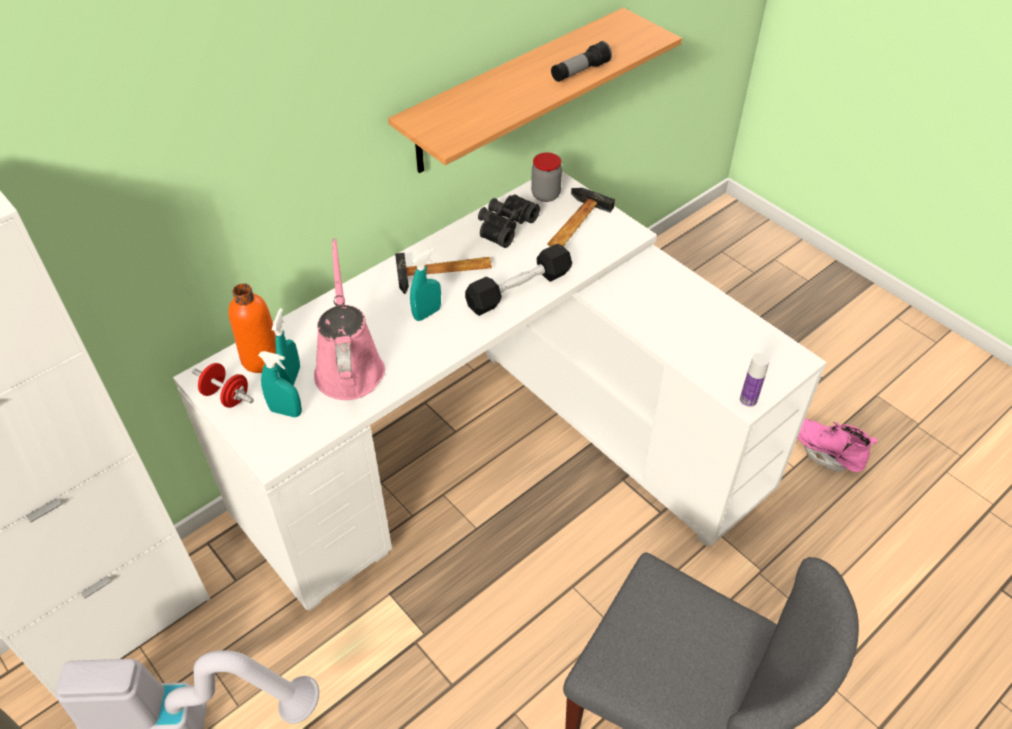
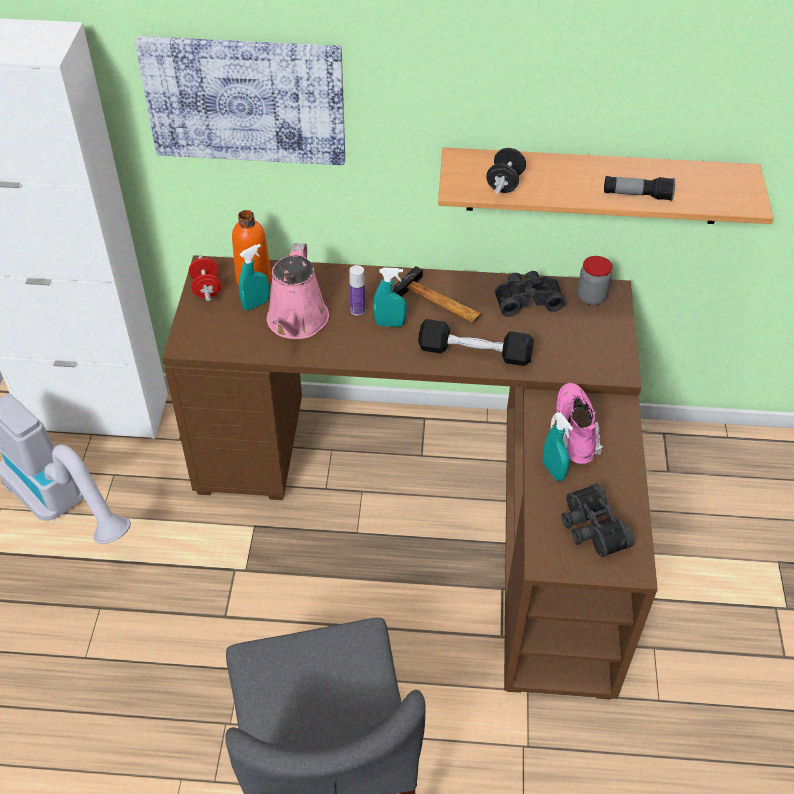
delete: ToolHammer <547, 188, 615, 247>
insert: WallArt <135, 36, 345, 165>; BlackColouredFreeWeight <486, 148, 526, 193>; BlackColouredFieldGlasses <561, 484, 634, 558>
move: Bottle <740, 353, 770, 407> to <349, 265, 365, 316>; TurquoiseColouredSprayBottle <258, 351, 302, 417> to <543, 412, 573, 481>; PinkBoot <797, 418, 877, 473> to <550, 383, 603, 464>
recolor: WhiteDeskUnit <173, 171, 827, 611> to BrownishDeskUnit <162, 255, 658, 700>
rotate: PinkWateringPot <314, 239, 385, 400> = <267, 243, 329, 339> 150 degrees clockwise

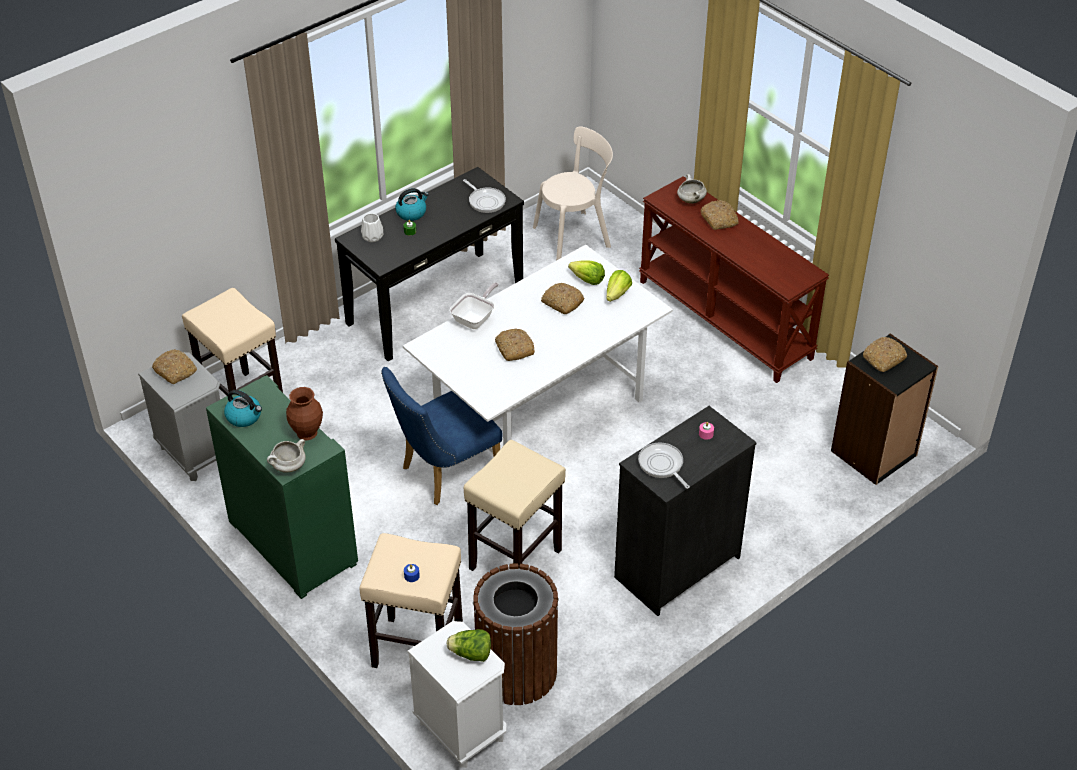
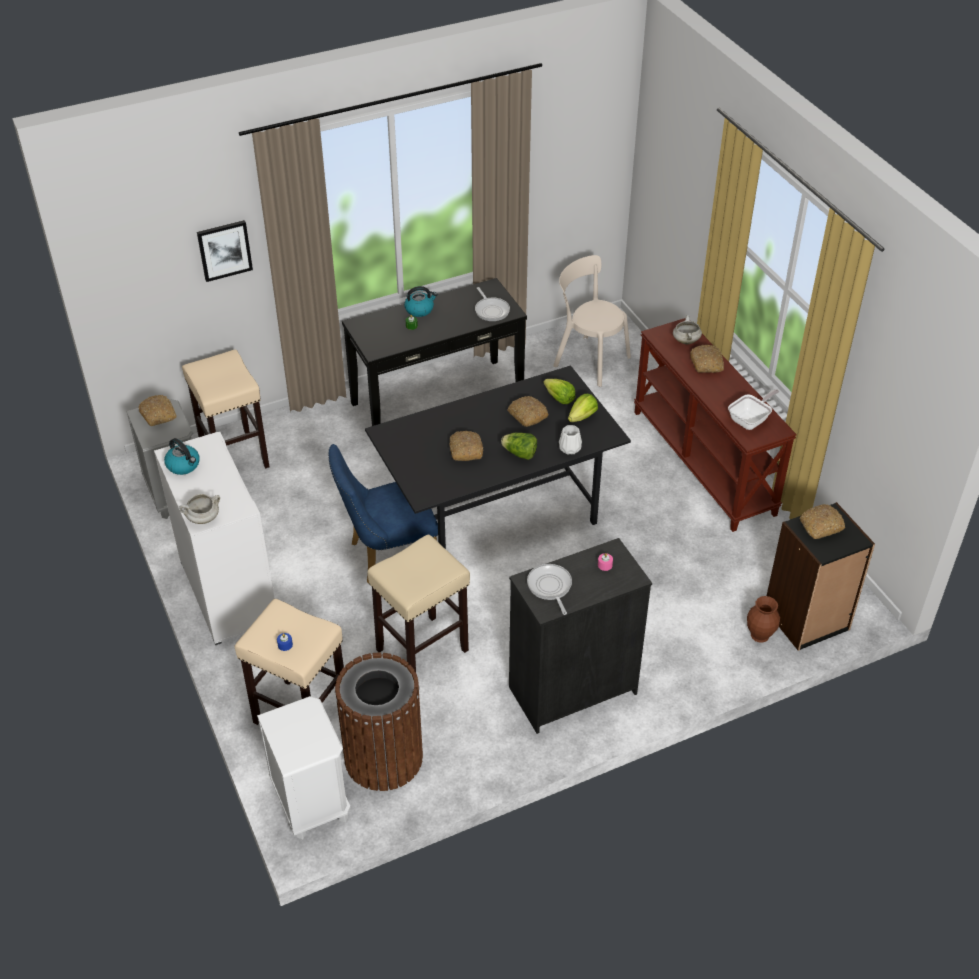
insert: WallArt <197, 220, 253, 282>
move: HeadOfLettuce <447, 629, 491, 662> to <501, 432, 537, 460>; WhiteFlowerVase <361, 213, 383, 242> to <559, 425, 582, 454>; Pan <450, 282, 499, 329> to <728, 389, 779, 430>; BrownishFlowerVase <286, 387, 323, 440> to <747, 596, 780, 643>
recolor: GreenColouredCabinet <206, 375, 358, 599> to WhiteCabinet <154, 432, 275, 645>; WhiteDinnerTable <403, 245, 673, 453> to BlackColouredDinnerTable <365, 365, 631, 549>
rotate: BeigeUprightChair <533, 126, 613, 261> = <553, 255, 631, 387> 135 degrees counterclockwise

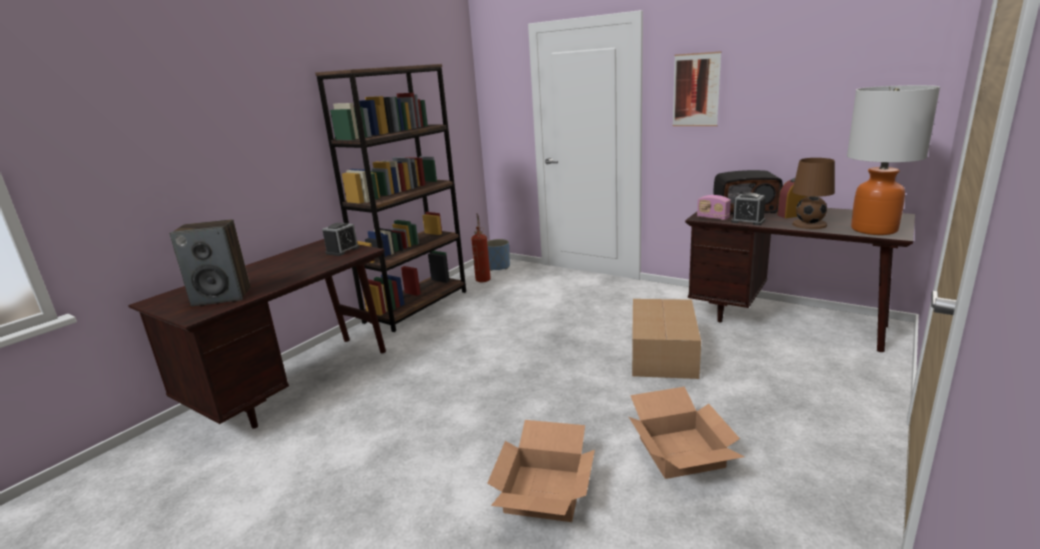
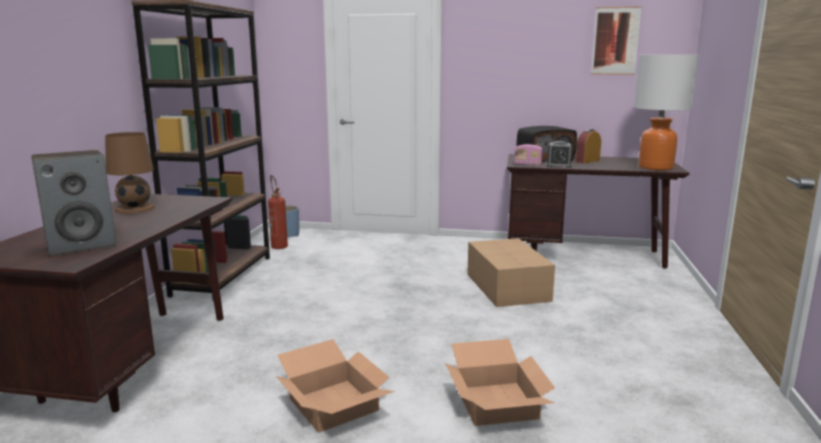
delete: TableClock <322, 223, 359, 256>
move: BrownishLampForATable <792, 158, 835, 229> to <105, 132, 155, 214>; Carton <629, 387, 744, 479> to <276, 339, 395, 433>; WallArt <673, 51, 721, 126> to <591, 6, 642, 75>

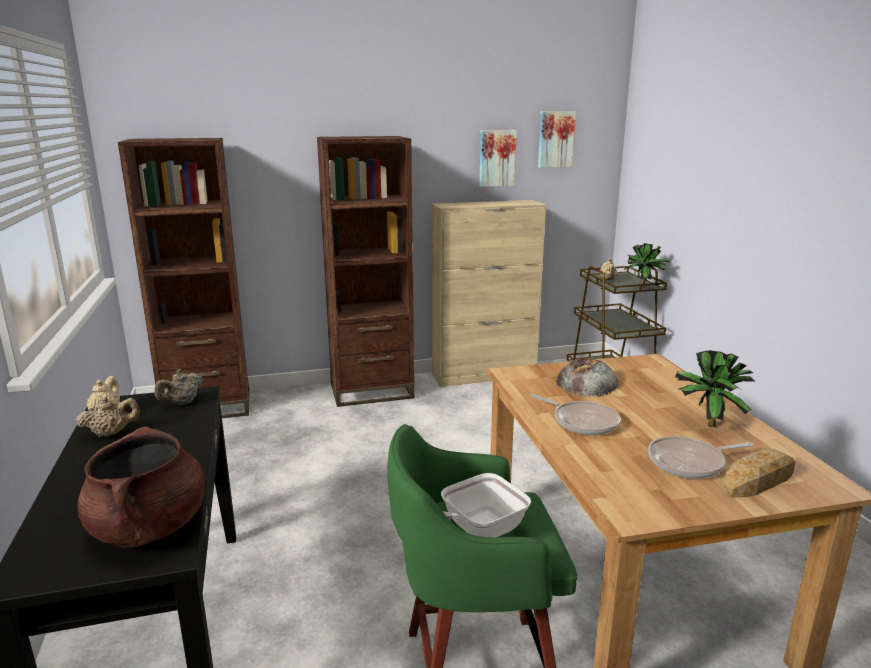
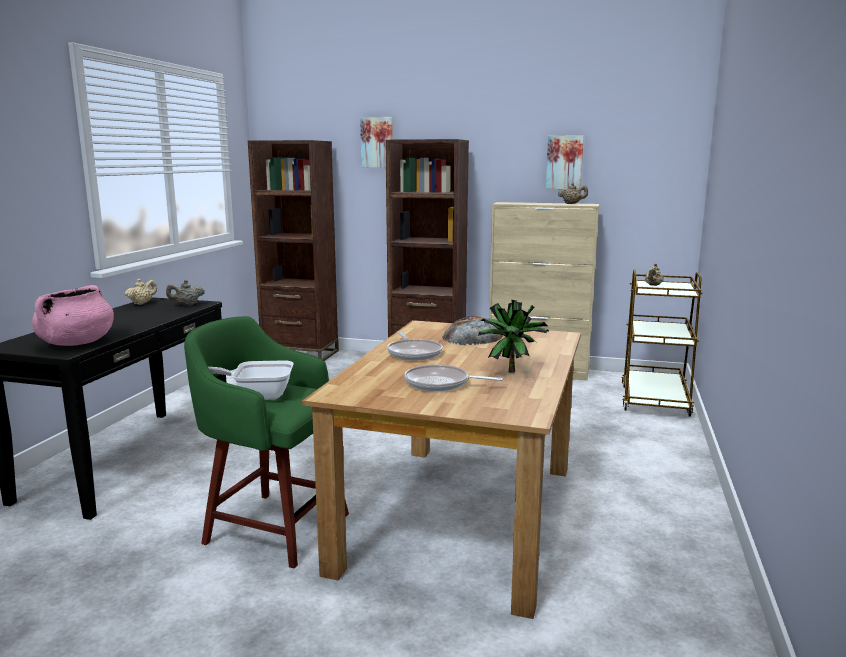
delete: Houseplant <624, 243, 670, 288>; BakeryBread <722, 448, 795, 498>
move: WallArt <538, 111, 576, 168> to <360, 117, 393, 168>; BeigeTeaPot <76, 396, 140, 437> to <558, 183, 588, 204>
recolor: BrownishCookingPot <78, 427, 205, 548> to PinkCookingPot <32, 285, 114, 346>

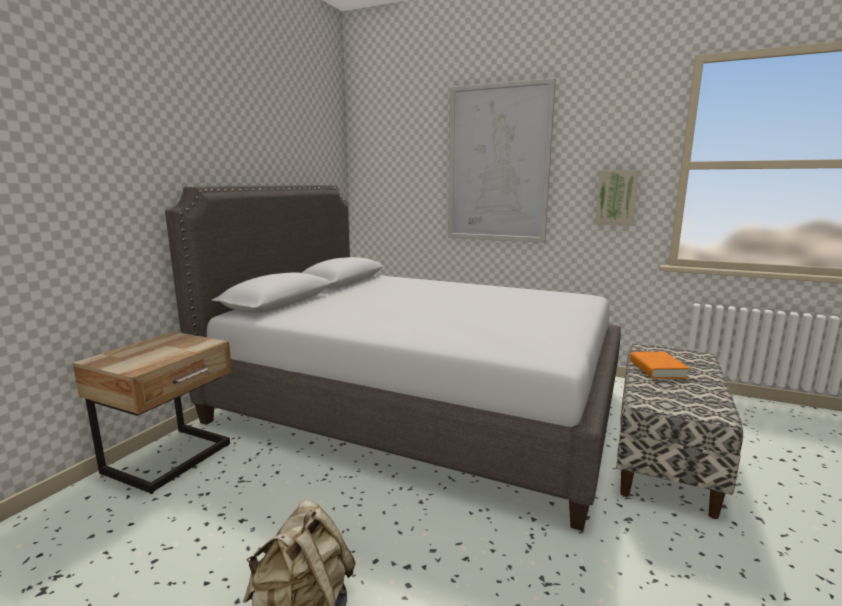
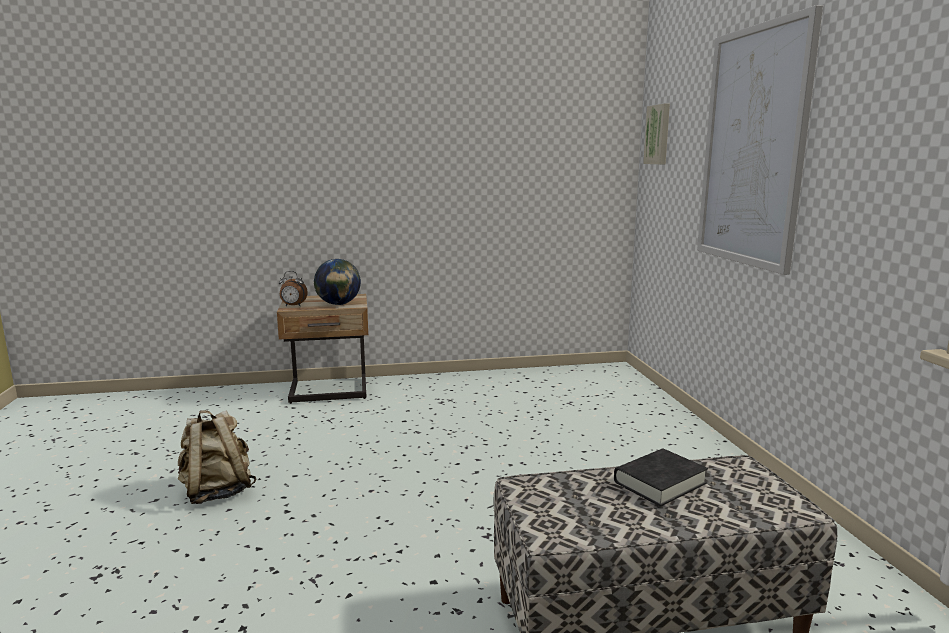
delete: GrayBed <165, 185, 621, 531>
insert: TableClock <279, 271, 308, 306>; DeskGlobe <314, 259, 361, 305>
move: WallArt <595, 171, 639, 226> to <643, 104, 670, 164>
recolor: OrangeyVolume <630, 352, 690, 379> to BlackColouredVolume <614, 449, 708, 507>

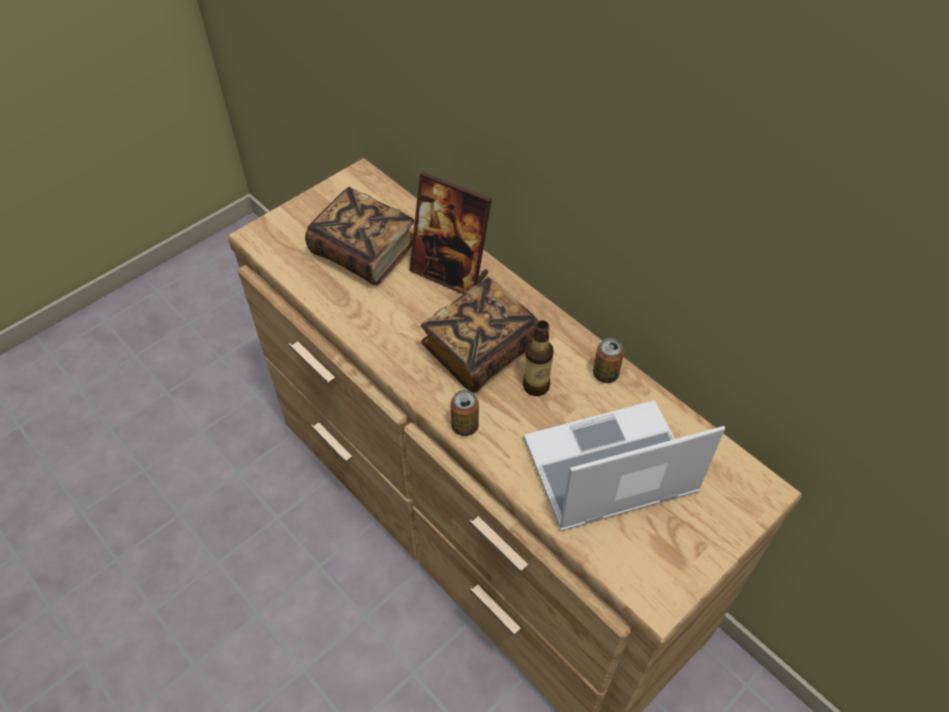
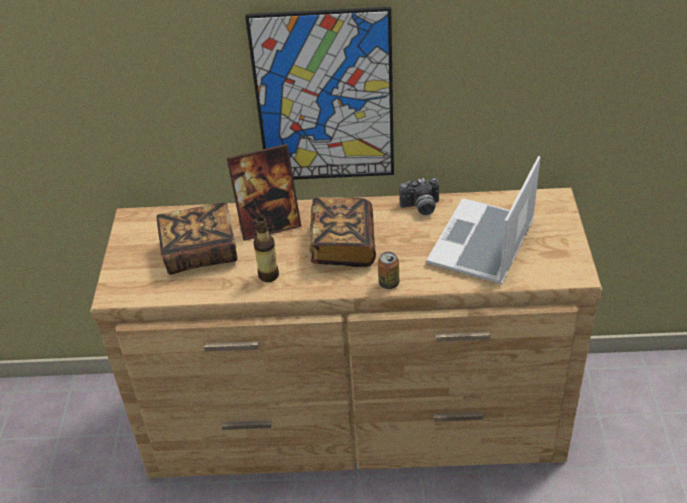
insert: WallArt <245, 7, 394, 180>
move: Bottle <523, 320, 554, 396> to <253, 217, 279, 282>
replace: SealedCan <593, 338, 624, 383> to StillCamera <399, 178, 439, 215>

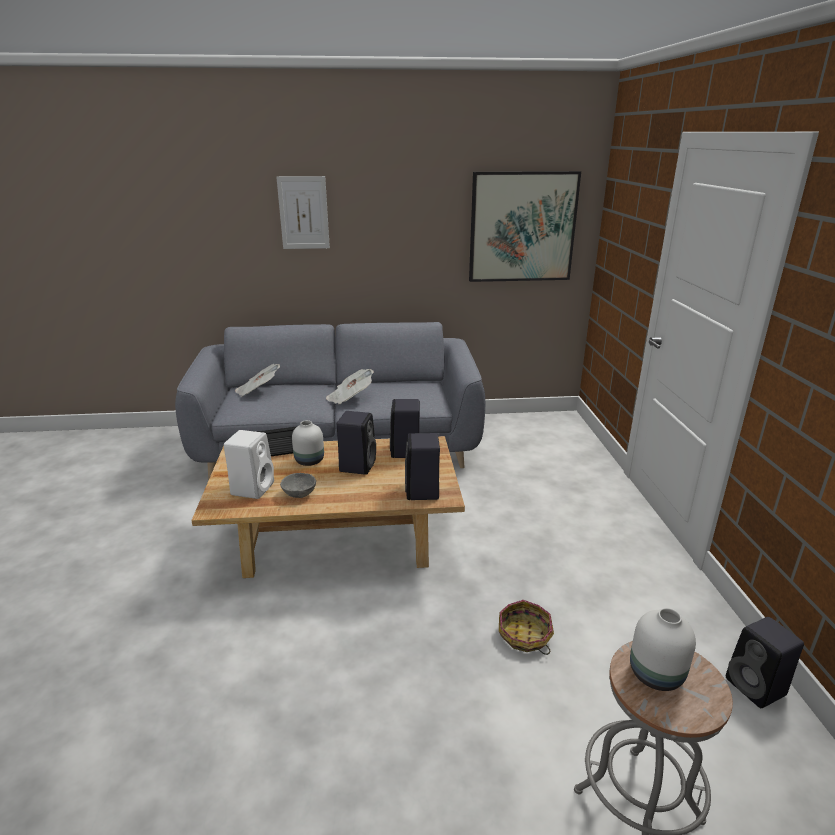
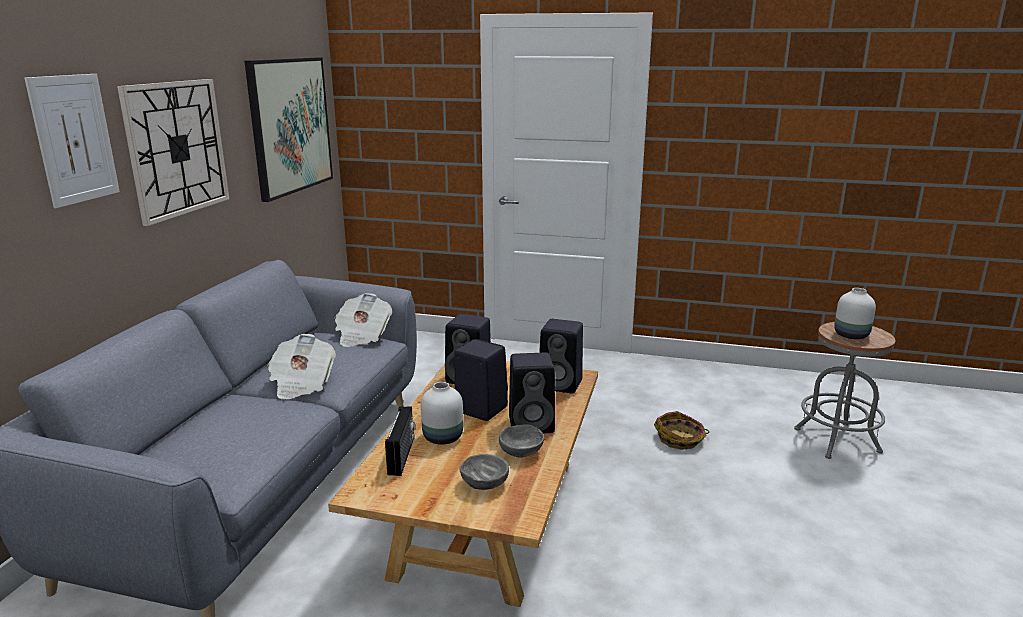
insert: WallClock <117, 79, 230, 226>
move: PrintedPaper <235, 364, 280, 397> to <334, 293, 392, 347>; BlackColouredSpeaker <726, 617, 804, 708> to <509, 353, 555, 433>
replace: WhiteSpeaker <224, 430, 274, 499> to GrayServingBowl <460, 454, 509, 490>

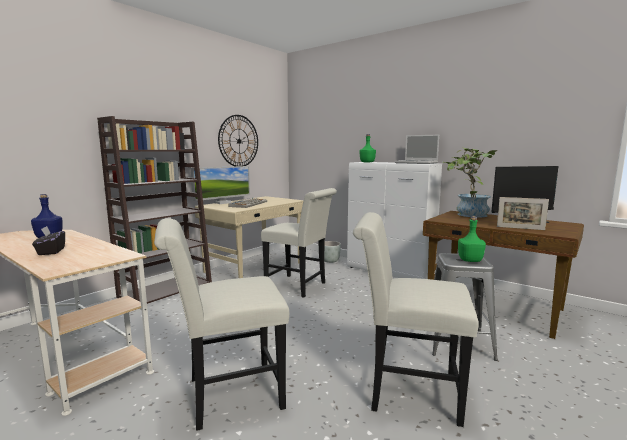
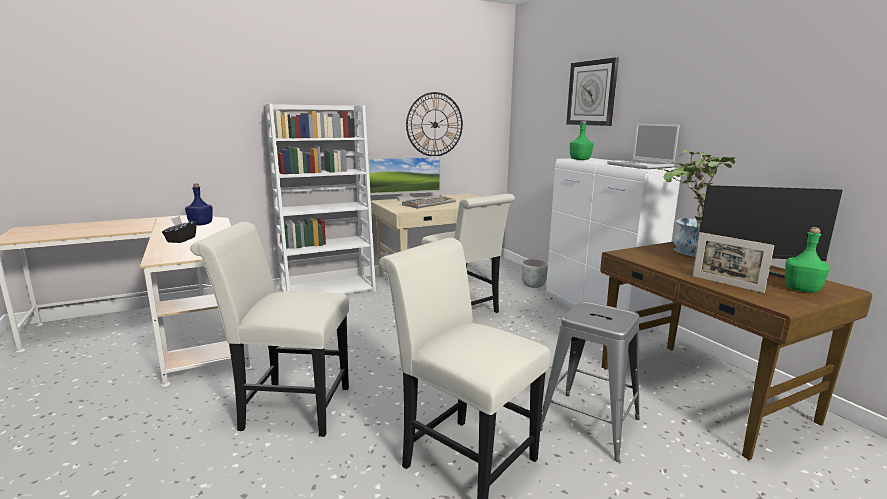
insert: WallClock <566, 57, 619, 126>
move: GreenColouredBottle <458, 216, 486, 262> to <785, 227, 830, 293>
recolor: BrownishShelvingUnit <97, 116, 212, 304> to WhiteShelvingUnit <265, 104, 376, 294>

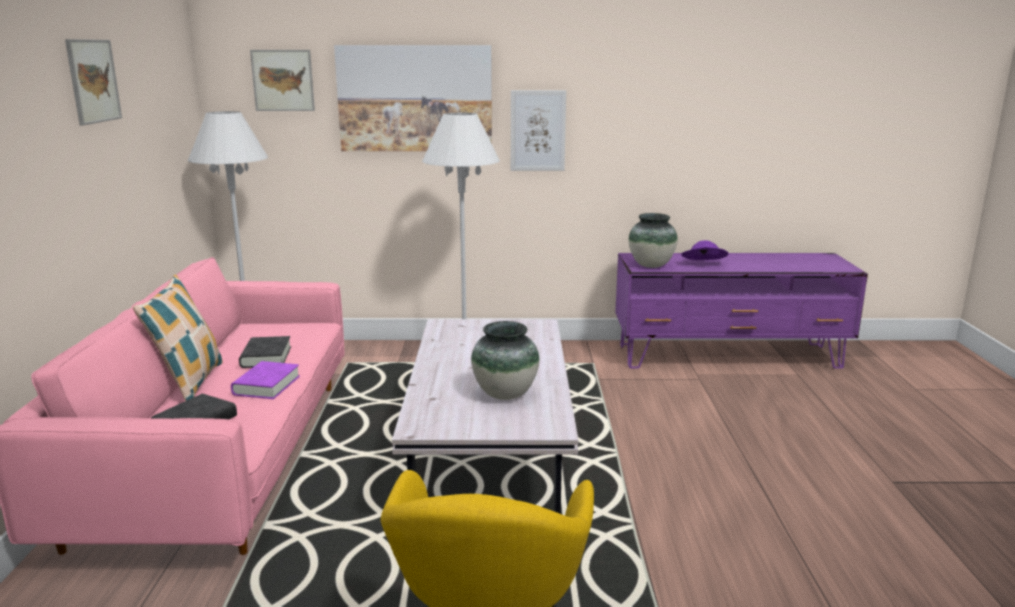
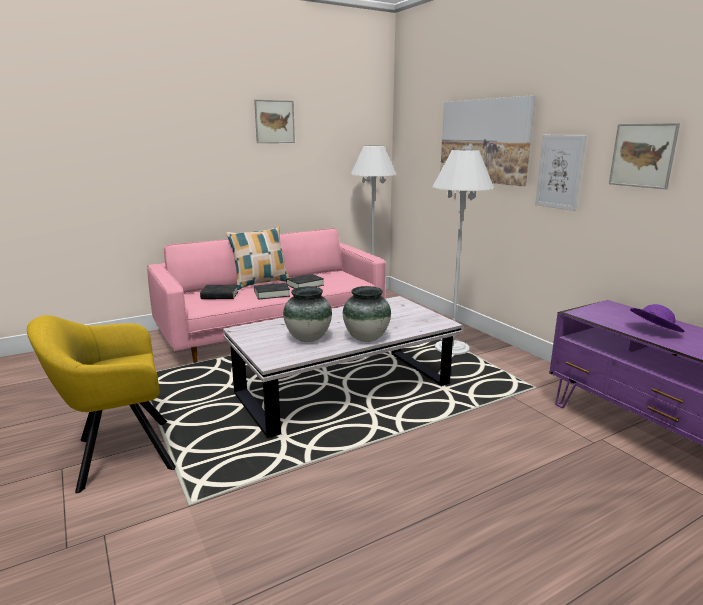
move: FlowerVase <629, 213, 678, 268> to <343, 286, 391, 342>; WallArt <250, 50, 315, 111> to <609, 123, 680, 189>
recolor: PurplishVolume <231, 361, 300, 399> to BlackColouredVolume <254, 283, 290, 300>

